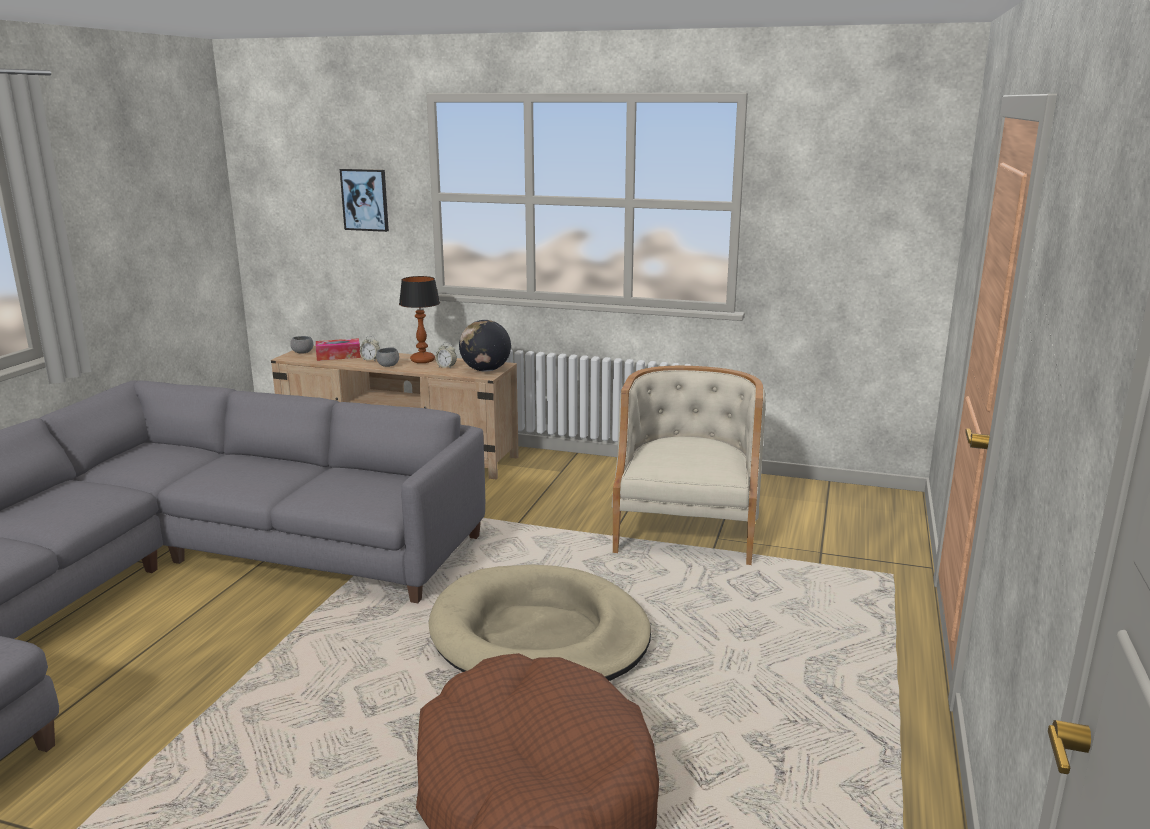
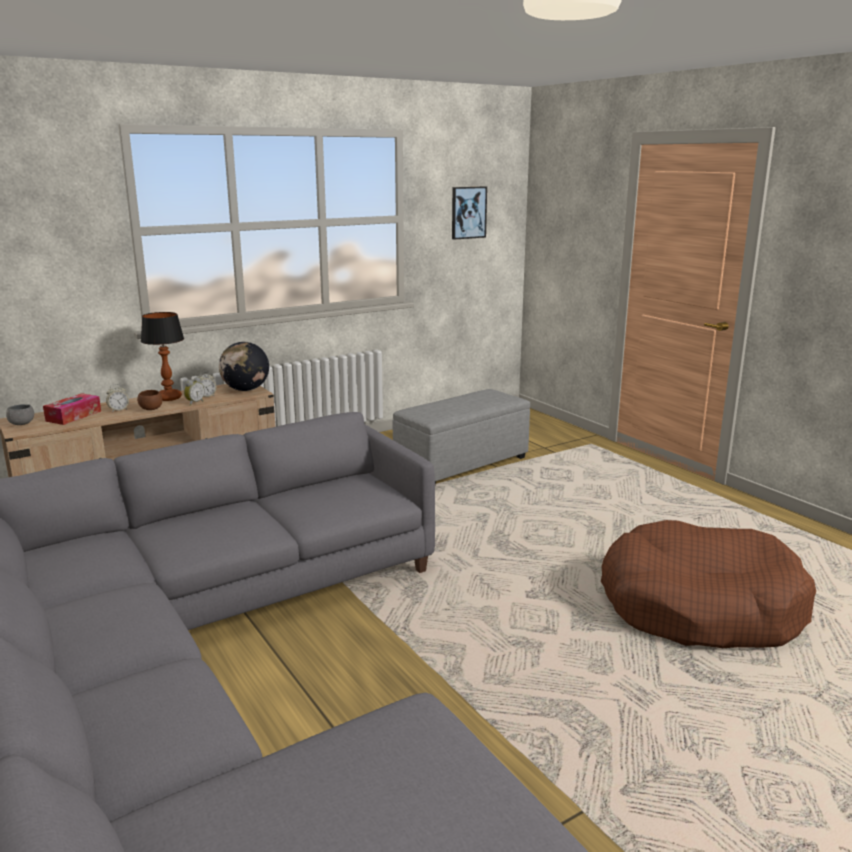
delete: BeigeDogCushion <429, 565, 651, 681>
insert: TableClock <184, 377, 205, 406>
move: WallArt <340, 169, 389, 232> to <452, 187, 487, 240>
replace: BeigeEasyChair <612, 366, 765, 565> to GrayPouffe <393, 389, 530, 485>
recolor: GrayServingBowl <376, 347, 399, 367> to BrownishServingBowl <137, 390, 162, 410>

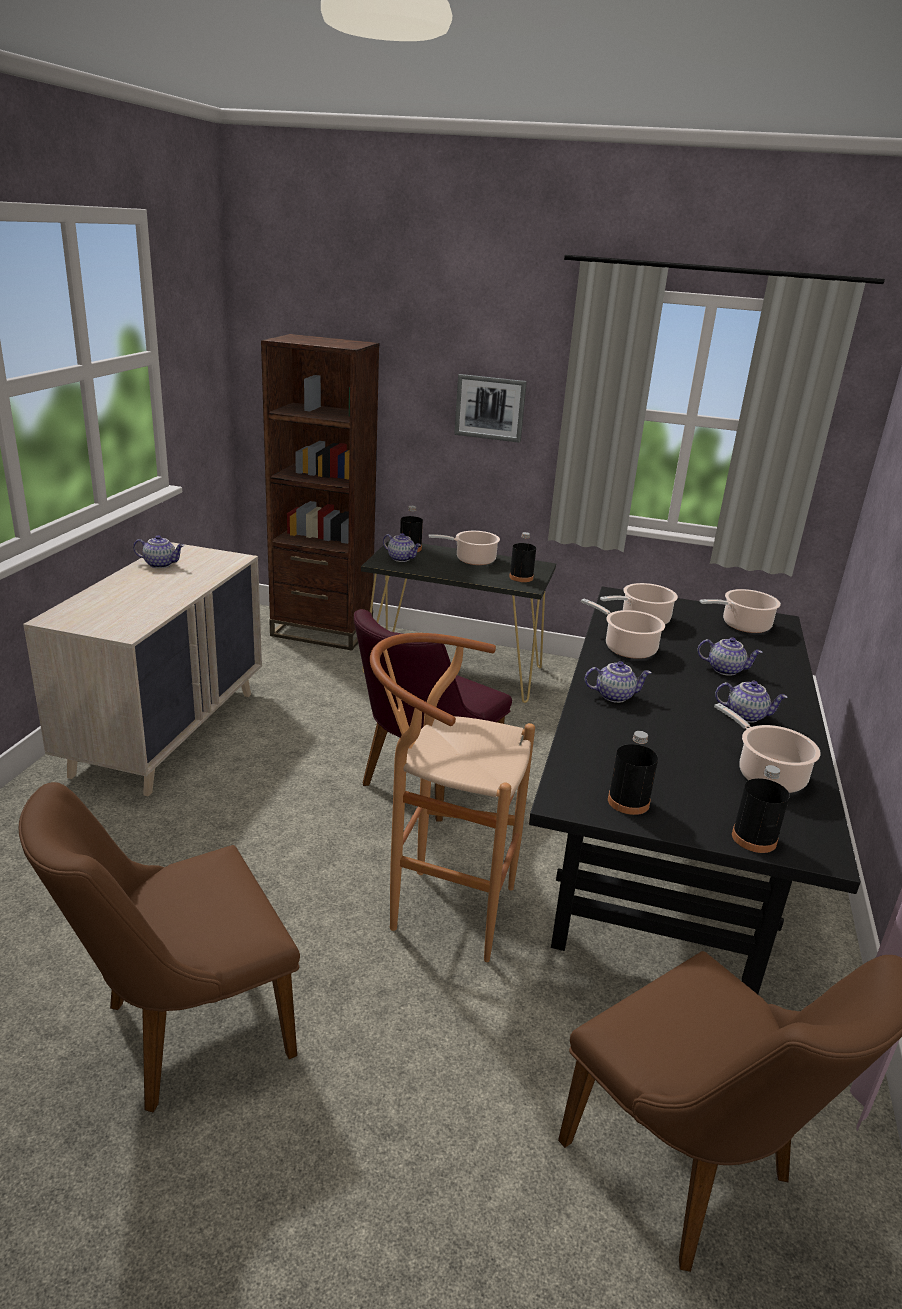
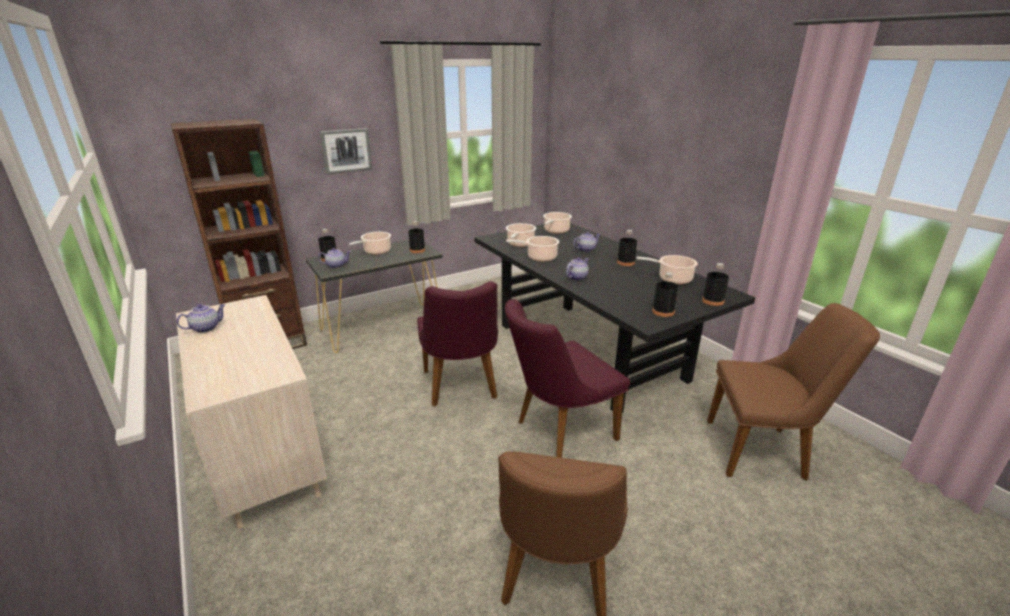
replace: BrownishStool <370, 633, 535, 962> to PurplishUprightChair <505, 299, 630, 458>; TeaPot <715, 680, 788, 723> to BlackColouredBottle <617, 230, 637, 266>

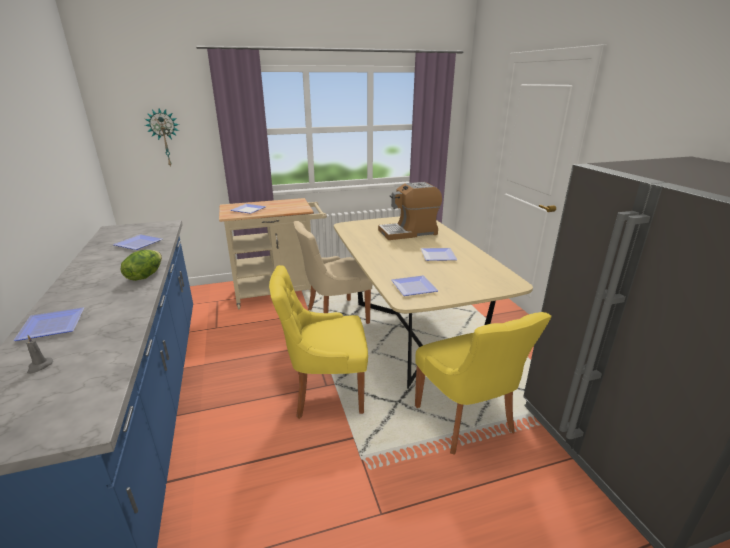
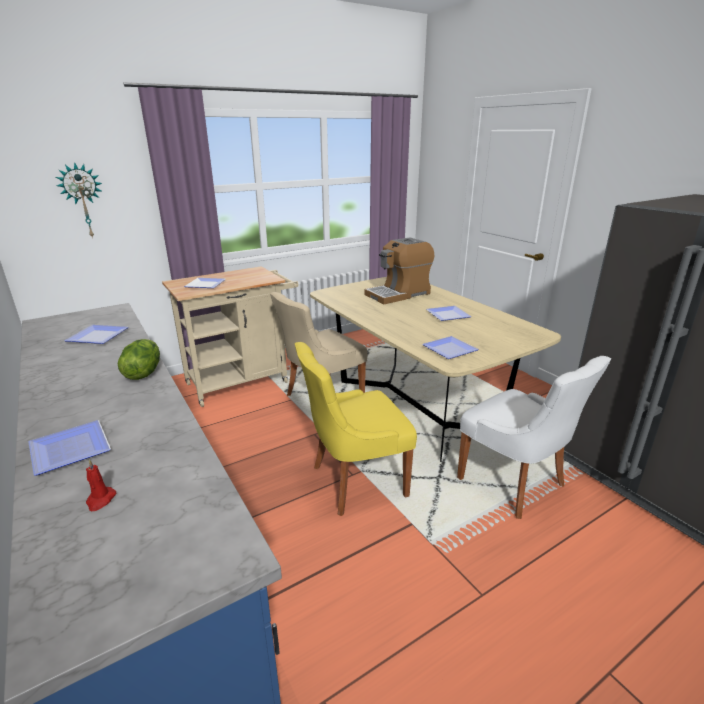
recolor: GrayWaxLight <26, 335, 53, 374> to RedWaxLight <86, 459, 116, 511>; YellowishUprightChair <415, 312, 552, 455> to WhiteUprightChair <457, 356, 611, 519>

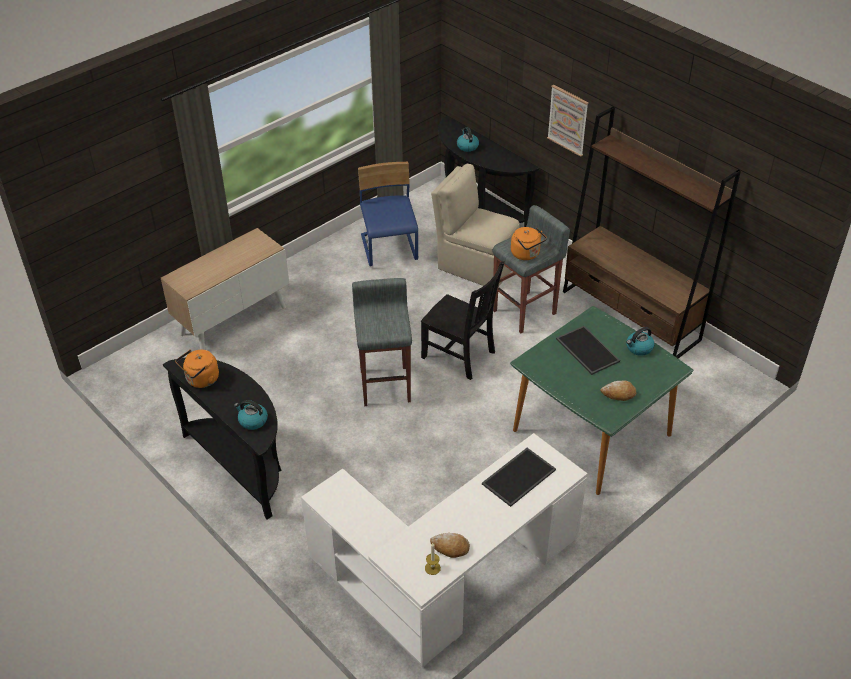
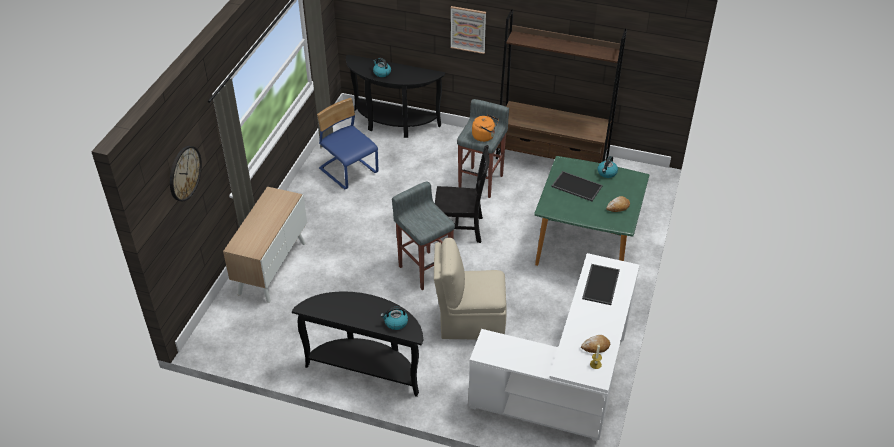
delete: OrangeyWaterKettle <176, 350, 219, 388>
insert: WallClock <170, 146, 202, 201>
move: BeigeUprightChair <431, 164, 520, 286> to <434, 238, 506, 339>

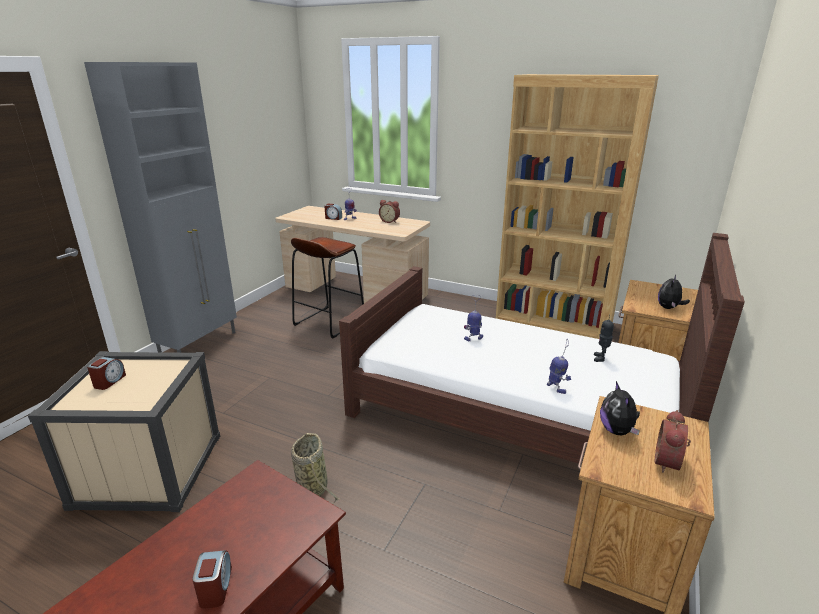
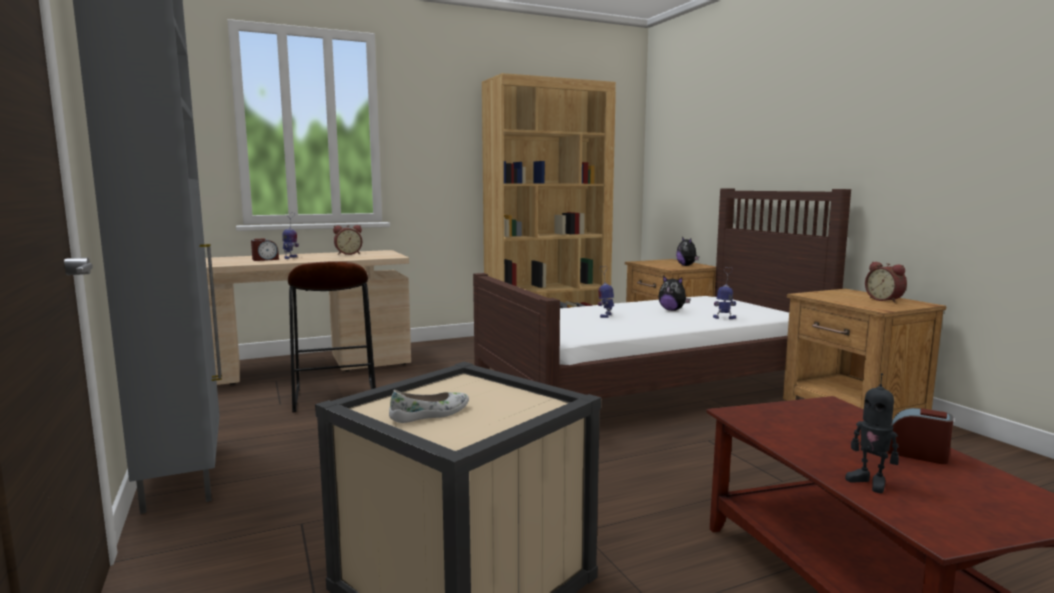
delete: StorageBasket <291, 433, 339, 503>
move: SoftToy <600, 381, 640, 435> to <658, 276, 691, 311>; ModelRobot <594, 315, 614, 362> to <845, 373, 899, 493>
replace: TableClock <87, 357, 126, 390> to WhiteItemOfFootwear <389, 390, 469, 423>

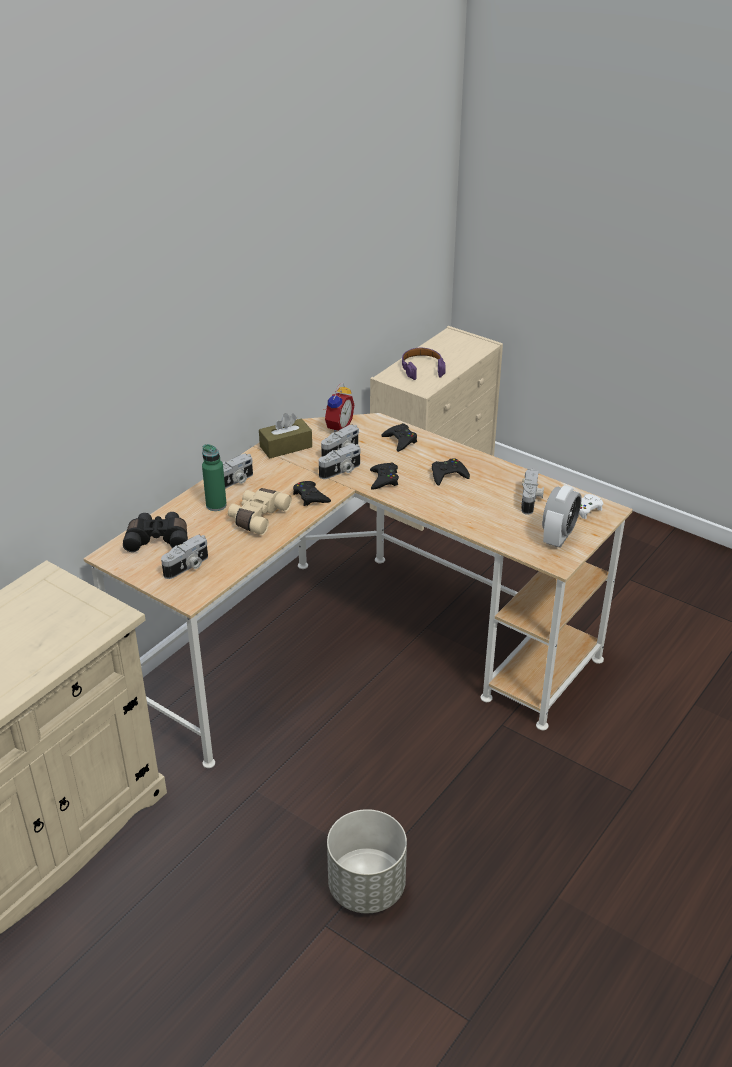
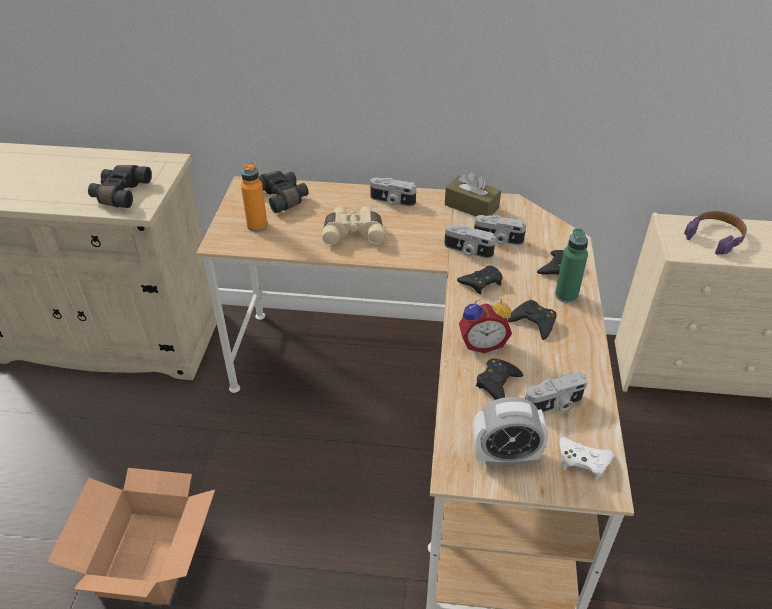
insert: BlackColouredFieldGlasses <88, 165, 152, 208>
move: TableClock <324, 382, 354, 432> to <459, 297, 512, 353>; BlackColouredGamepad <293, 481, 331, 506> to <476, 359, 523, 400>; GreenColouredBottle <202, 444, 227, 511> to <555, 228, 588, 303>
replace: GrayPlantPot <327, 809, 407, 913> to Carton <47, 468, 215, 604>; StillCamera <161, 535, 208, 579> to OrangeyBottle <241, 162, 268, 232>

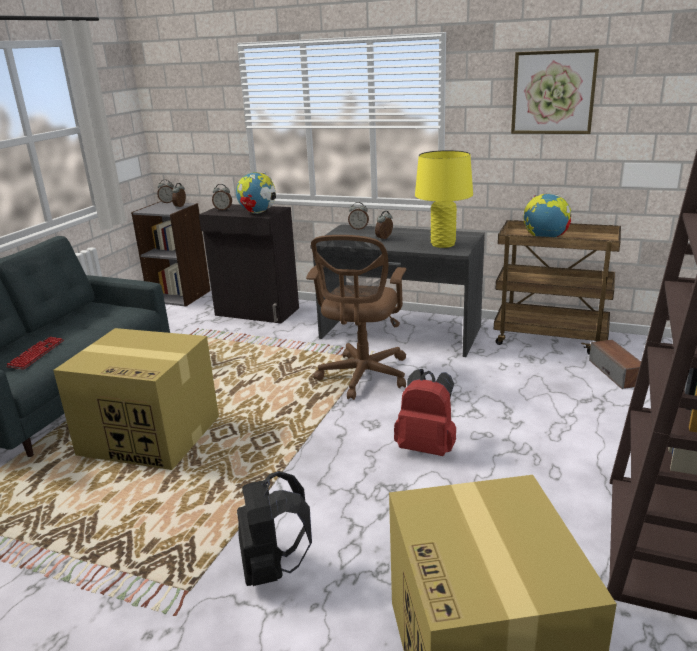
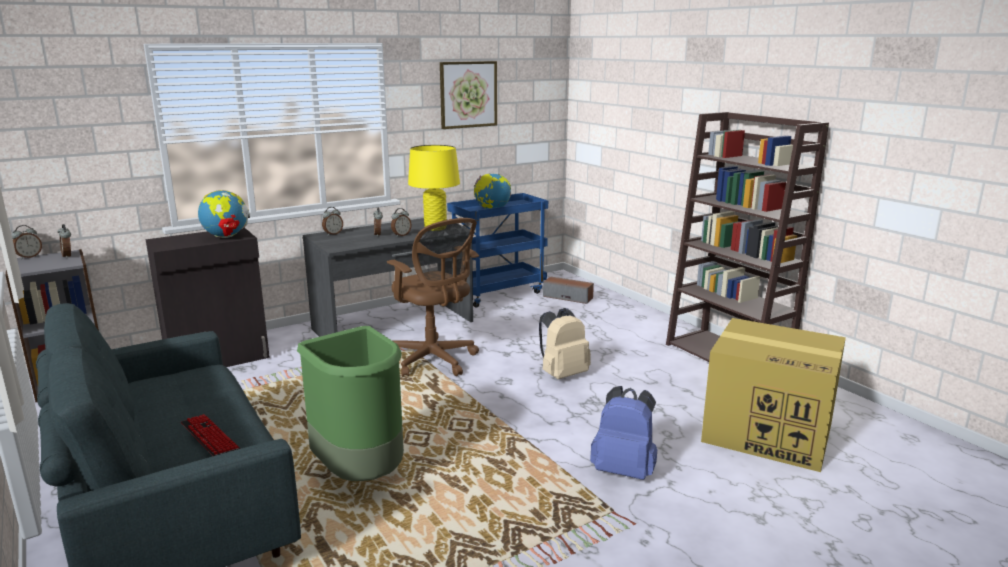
move: TableClock <212, 184, 232, 210> to <391, 208, 411, 237>
replace: Carton <53, 328, 219, 470> to GreenColouredTrashCan <297, 326, 404, 481>
recolor: BrownishCart <494, 220, 621, 355> to BlueCart <447, 193, 548, 308>; RedBackpack <394, 369, 456, 456> to BeigeBackpack <539, 308, 591, 379>; BlackColouredBackpack <237, 471, 312, 586> to BlueBackpack <590, 386, 657, 480>

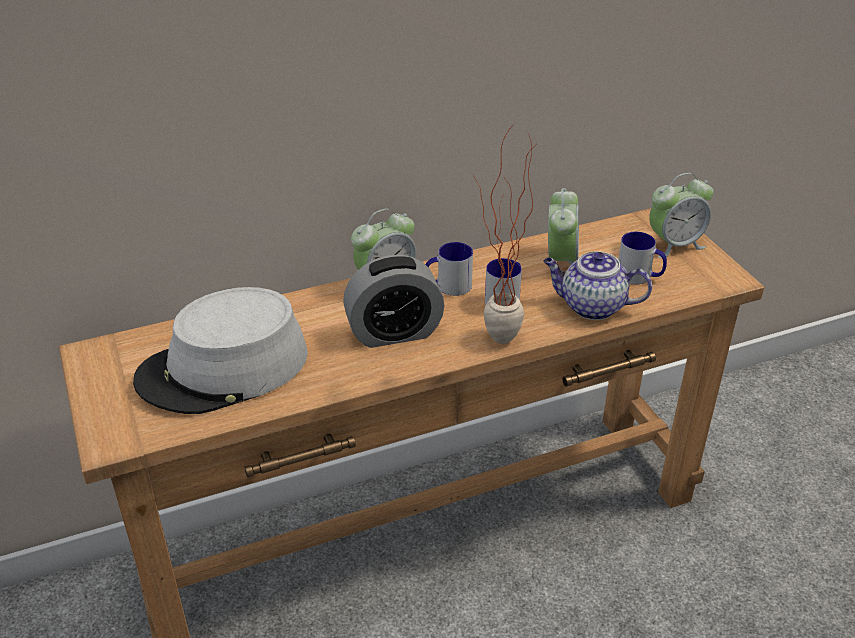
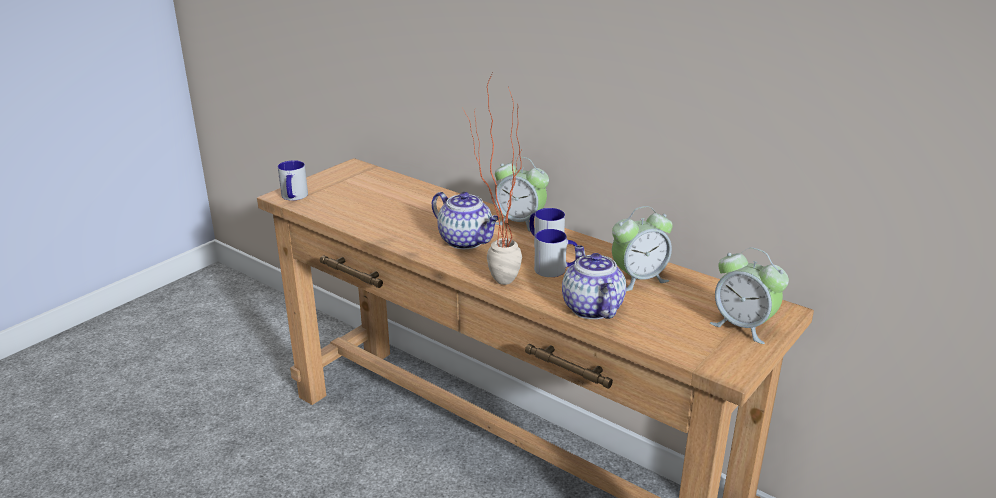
delete: GrayHat <133, 287, 308, 414>
move: CoffeeMug <618, 232, 667, 284> to <278, 160, 308, 201>
replace: TableClock <343, 255, 445, 348> to TeaPot <432, 192, 500, 249>

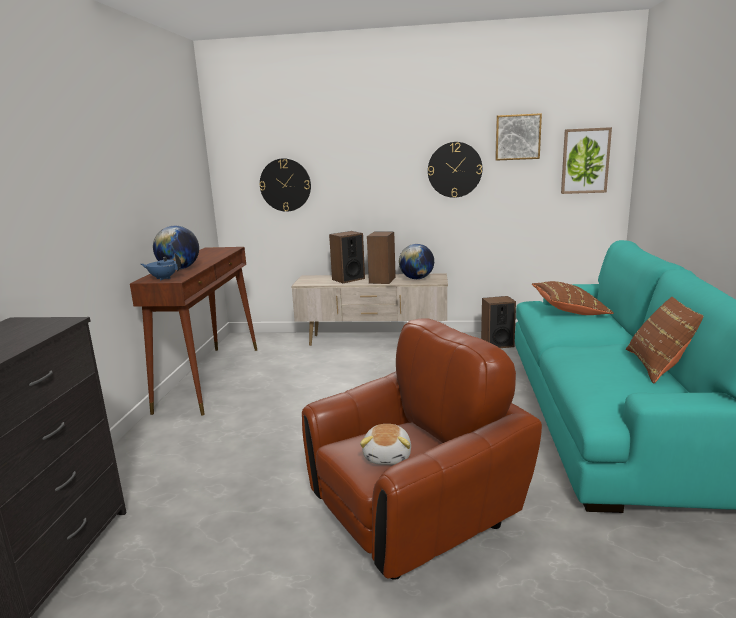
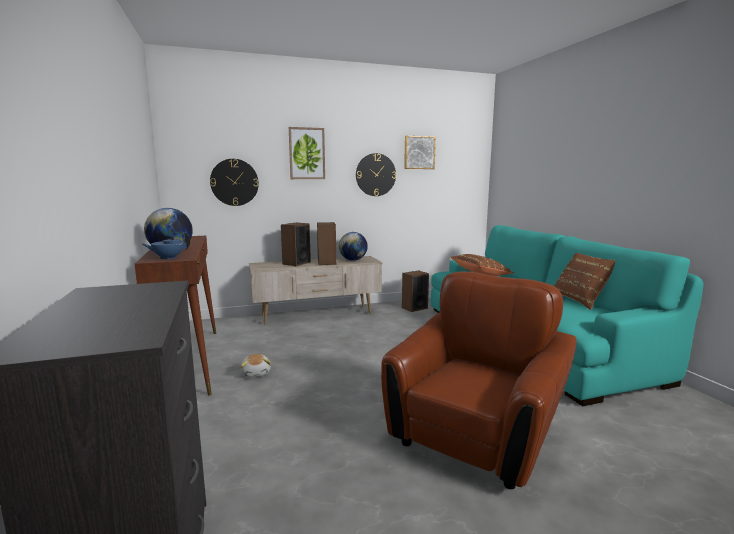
move: SoftToy <360, 424, 411, 465> to <241, 354, 271, 378>; WallArt <561, 127, 612, 194> to <289, 127, 325, 179>

